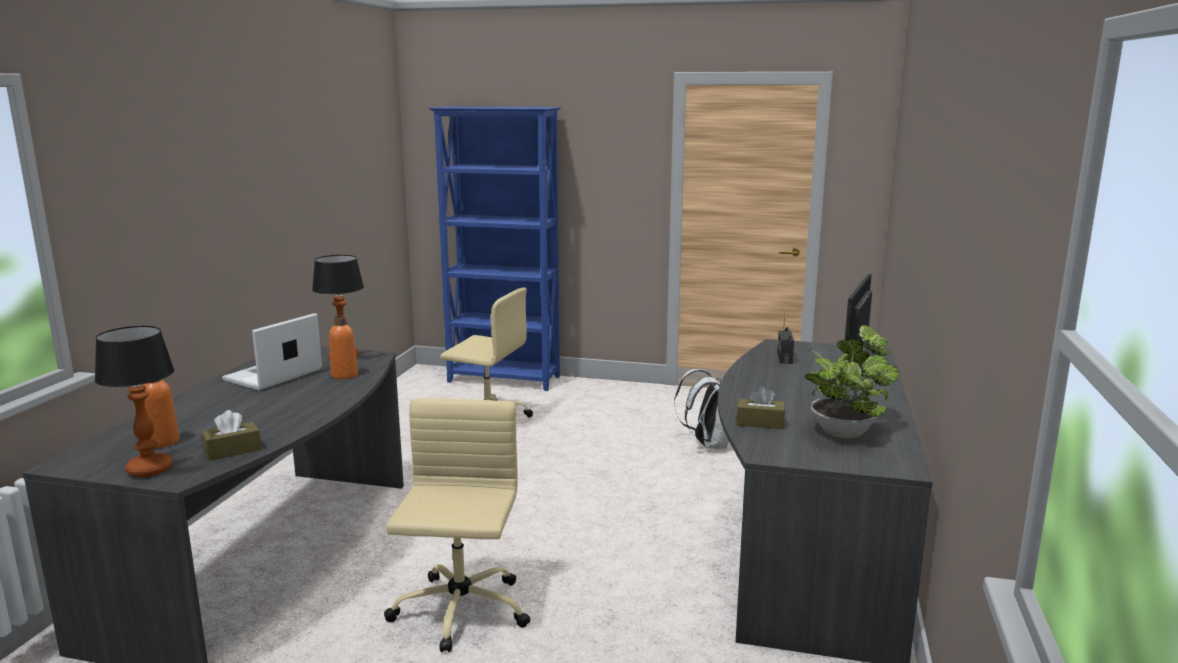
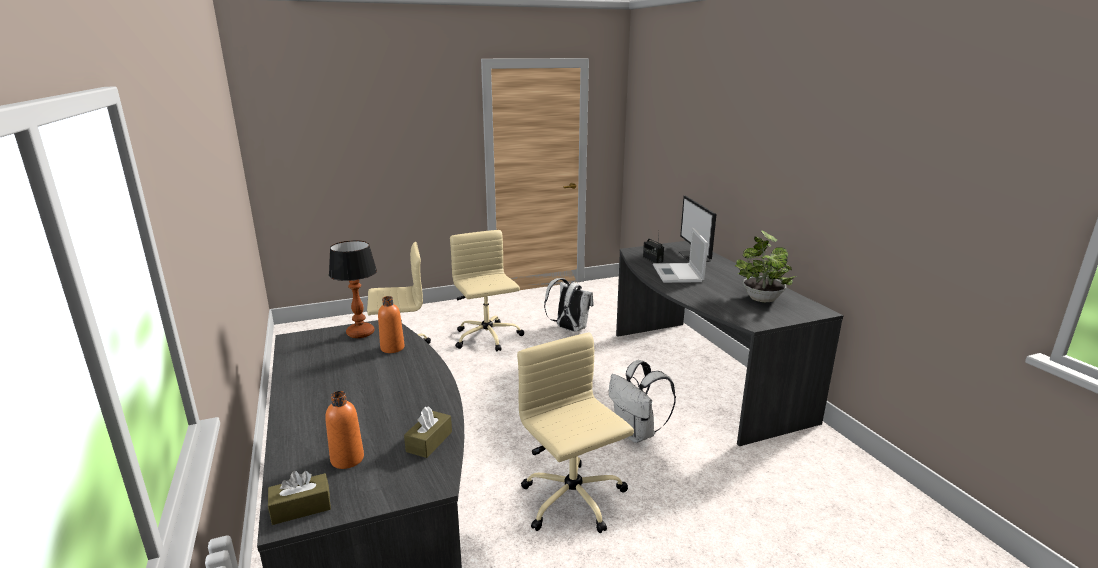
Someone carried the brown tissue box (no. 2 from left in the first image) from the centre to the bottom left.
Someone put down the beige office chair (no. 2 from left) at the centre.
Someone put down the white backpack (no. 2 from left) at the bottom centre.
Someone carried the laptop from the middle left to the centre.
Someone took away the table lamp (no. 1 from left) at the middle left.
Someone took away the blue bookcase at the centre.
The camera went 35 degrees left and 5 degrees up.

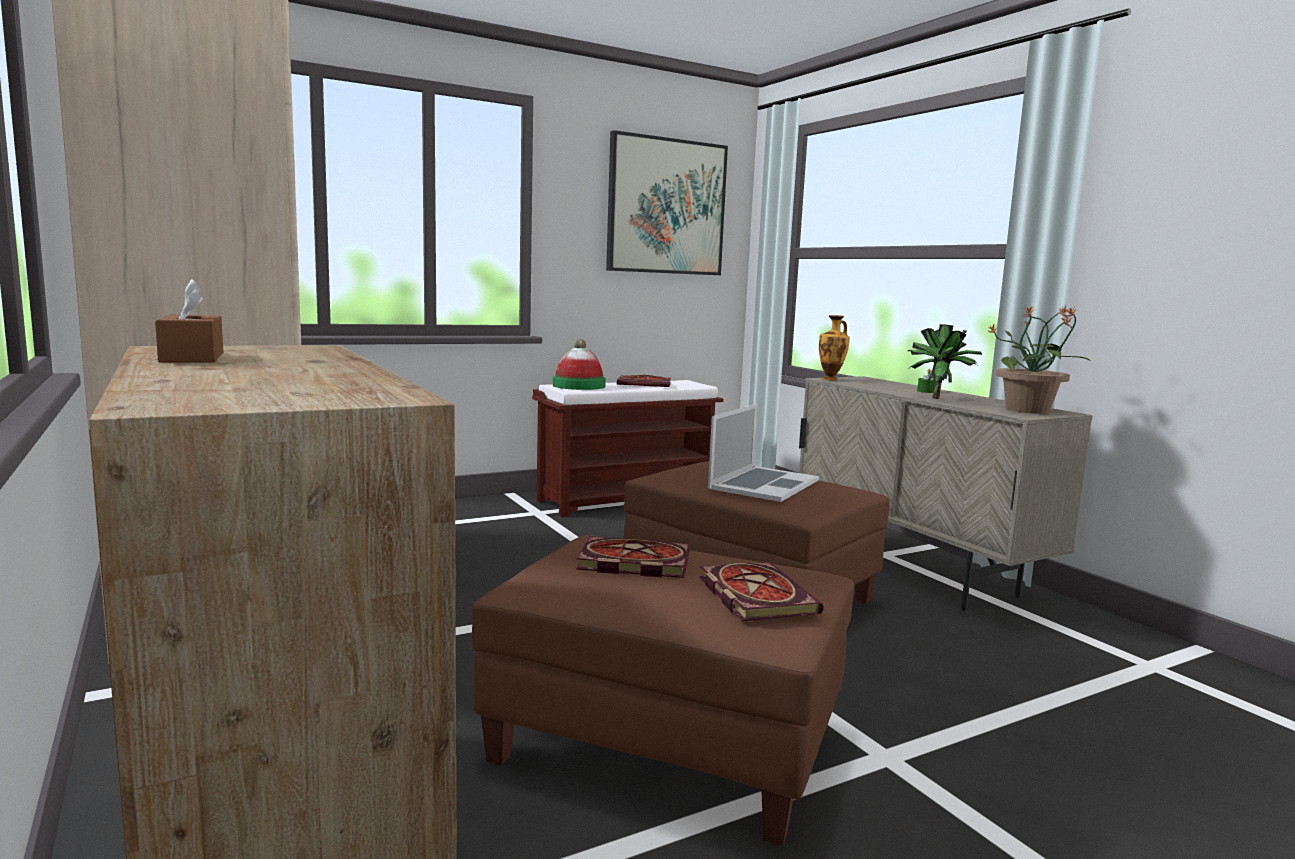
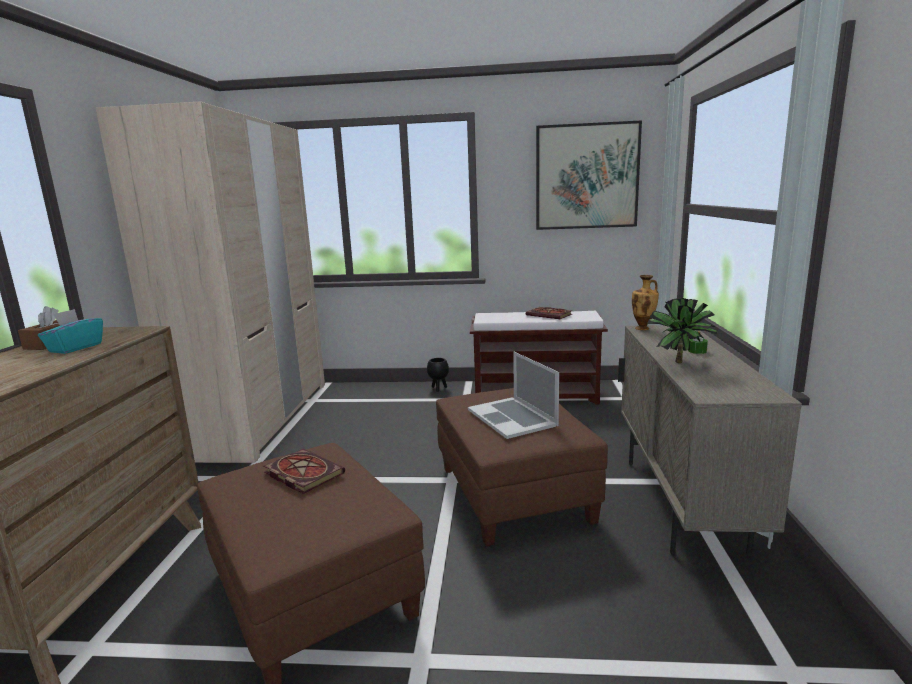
Someone put down the turquoise tissue box at the middle left.
Someone put down the black planter at the centre.
Someone rotated the laptop at the centre by 90 degrees clockwise.
Someone took away the hat at the centre.
Someone took away the book (no. 3 from left) at the bottom centre.
Someone took away the potted plant (no. 2 from left) at the middle right.
The camera went 35 degrees right and 5 degrees up.

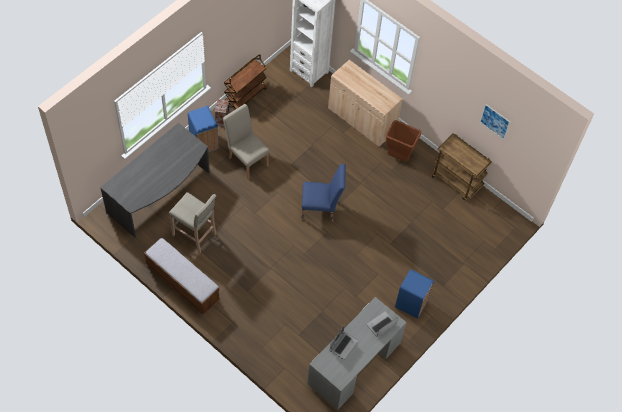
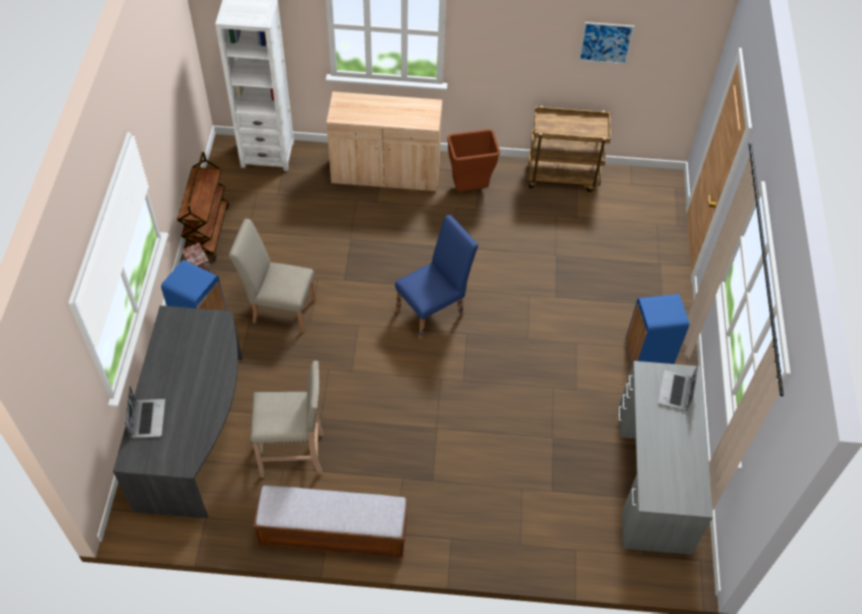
Someone carried the laptop (no. 1 from left) from the bottom centre to the bottom left.
The camera went 35 degrees left and 5 degrees down.

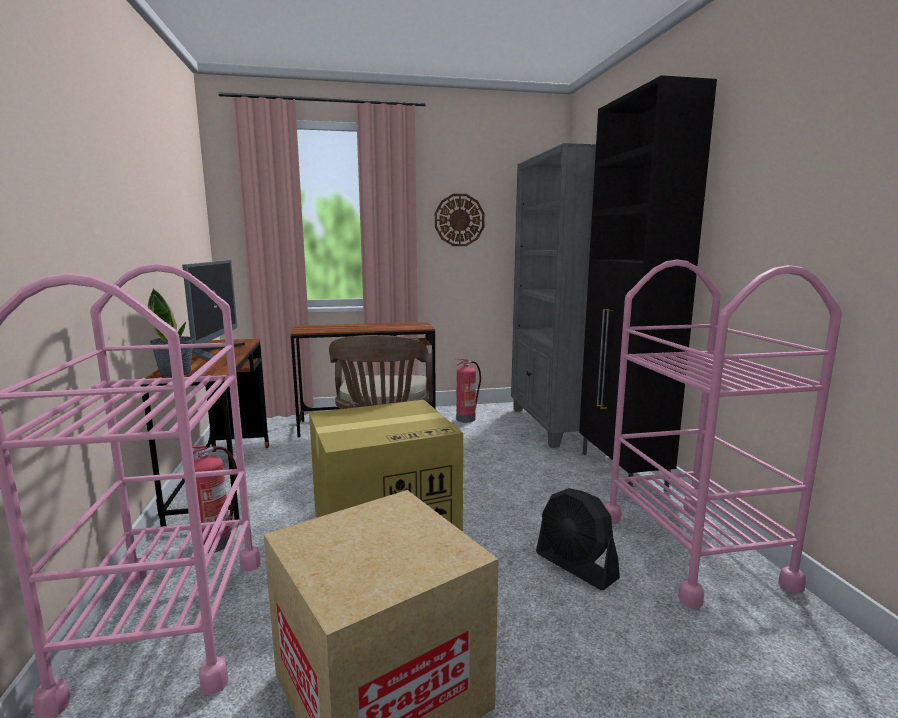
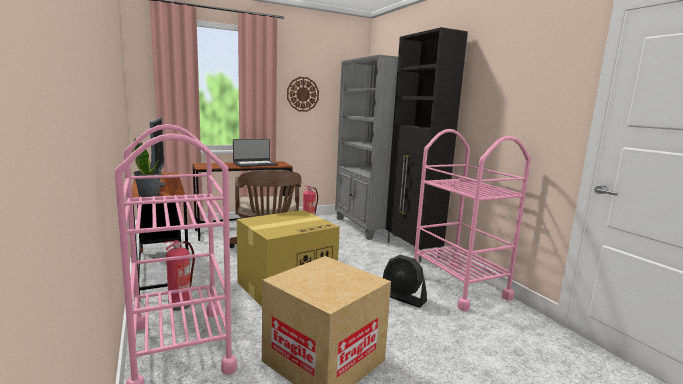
Someone put down the laptop at the centre.
The camera went 15 degrees left and 0 degrees up.

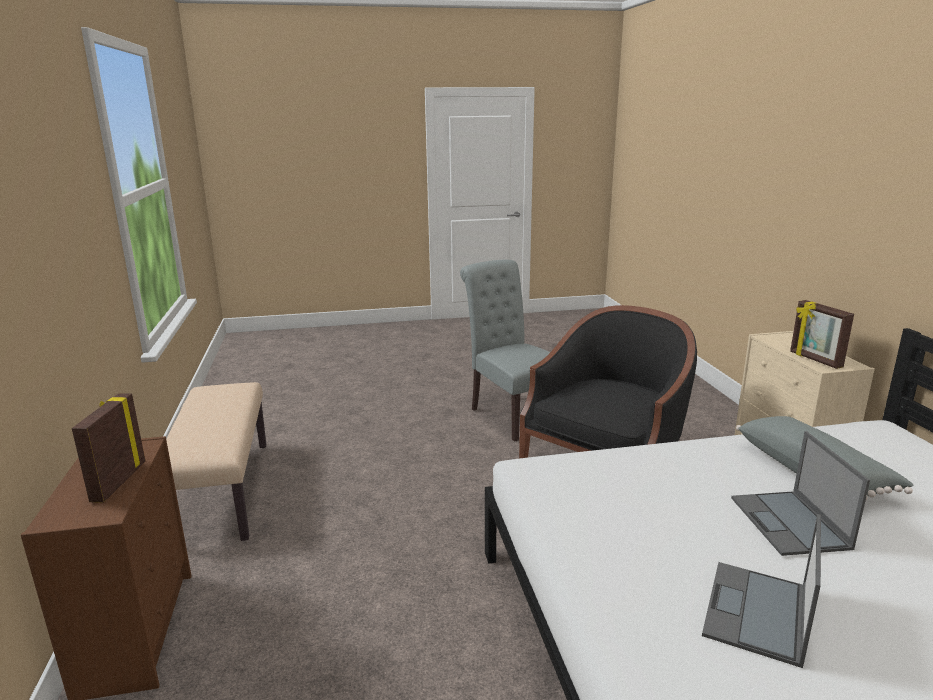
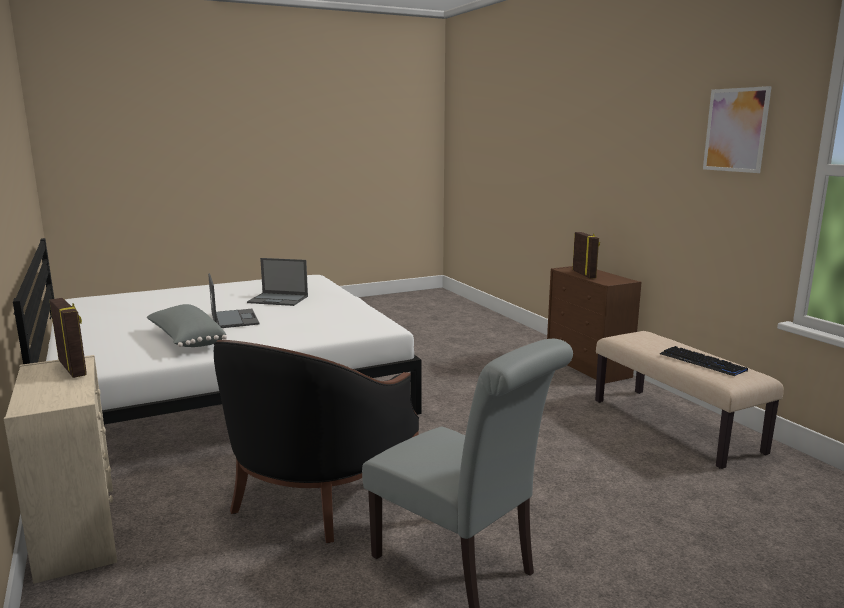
Someone rotated the laptop (no. 1 from left in the first image) at the bottom right by 90 degrees clockwise.
Someone put down the keyboard at the middle right.
Someone put up the picture at the top right.
The camera went 165 degrees right and 5 degrees down.

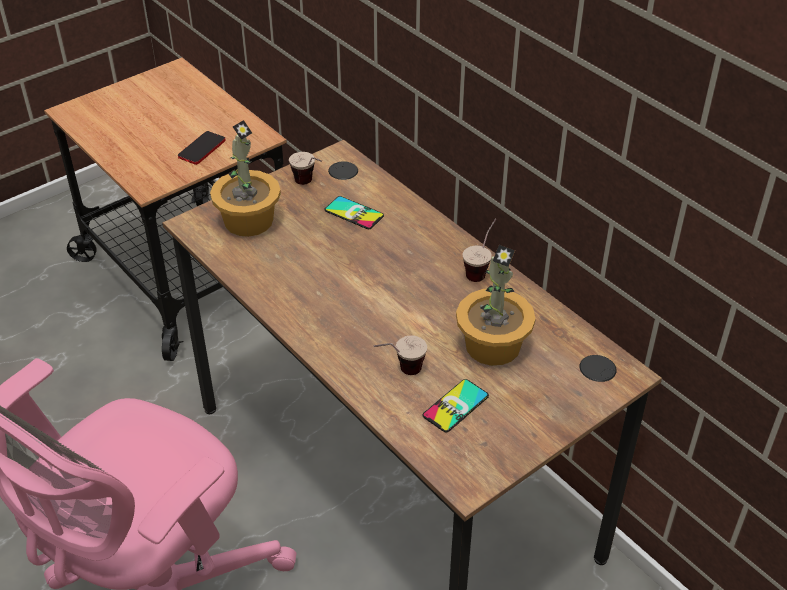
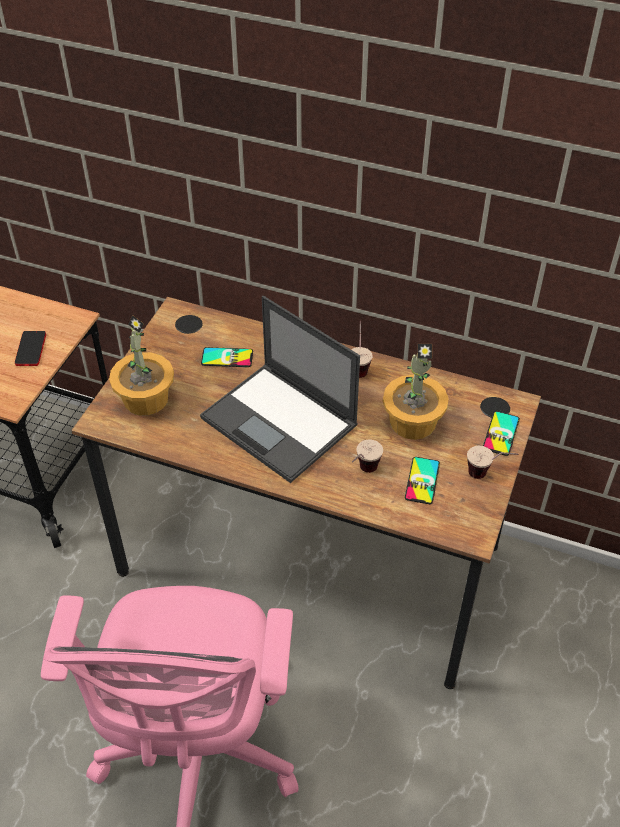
Someone put down the laptop at the centre.
Someone carried the cup (no. 1 from left in the first image) from the top centre to the middle right.
Someone put down the phone (no. 4 from left) at the middle right.
The camera went 30 degrees left and 5 degrees up.

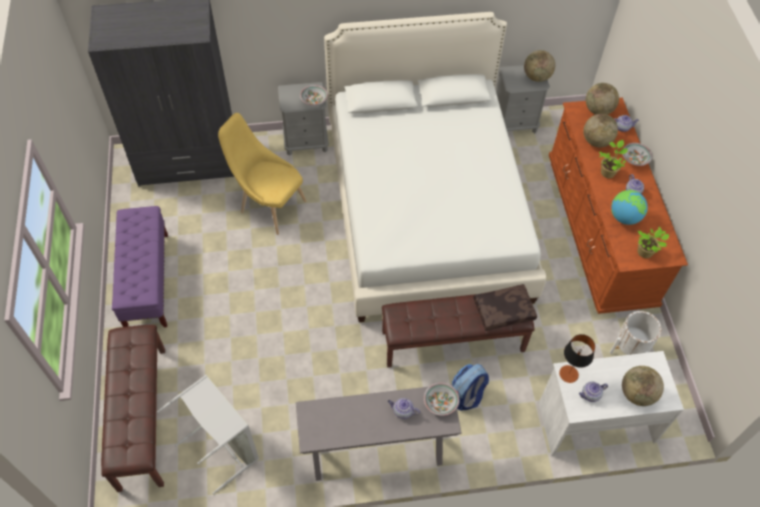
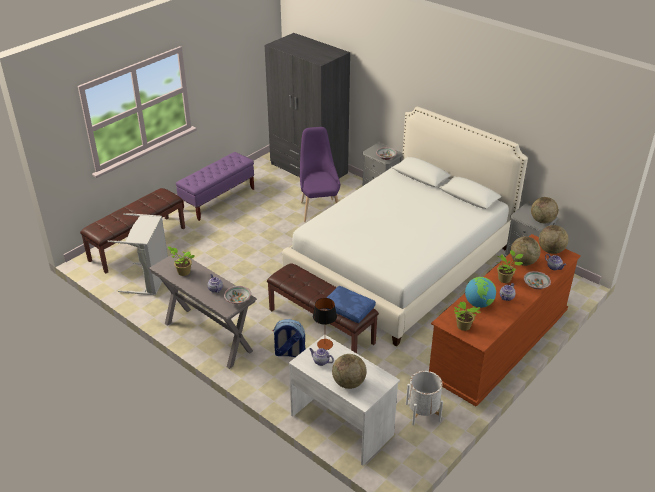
Someone put down the potted plant (no. 1 from left) at the middle left.
Someone repainted the yellow chair at the centre, which became the purple chair at the centre.
Someone repainted the brown pillow at the centre, which became the blue pillow at the centre.
The camera went 50 degrees right and 20 degrees down.

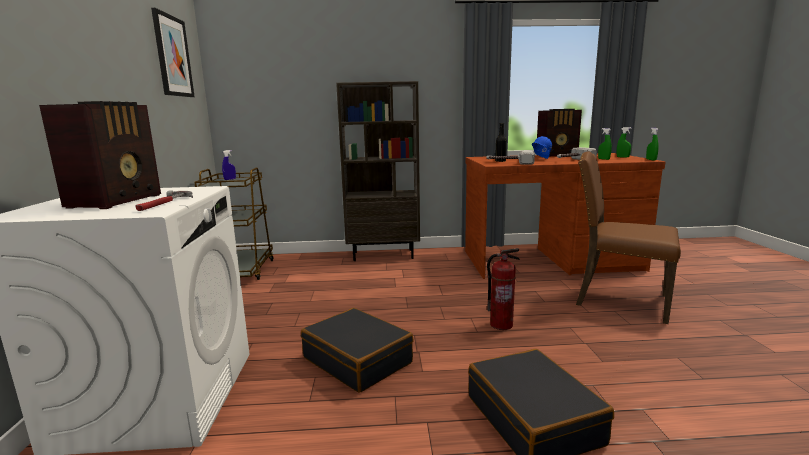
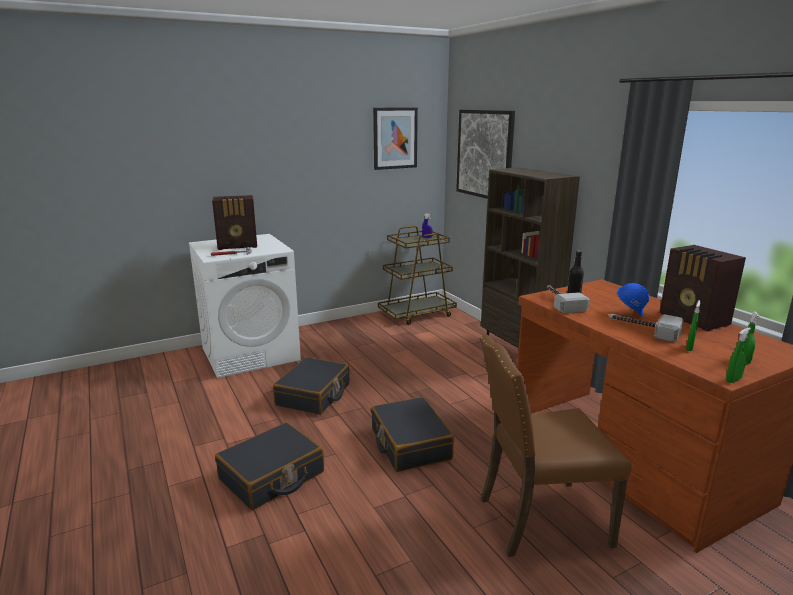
Someone swapped the fire extinguisher at the centre for the black suitcase (no. 3 from left) at the bottom centre.
Someone put up the picture (no. 2 from left) at the top centre.
Someone rotated the brown chair at the middle right by 105 degrees counterclockwise.
The camera went 65 degrees right and 5 degrees up.

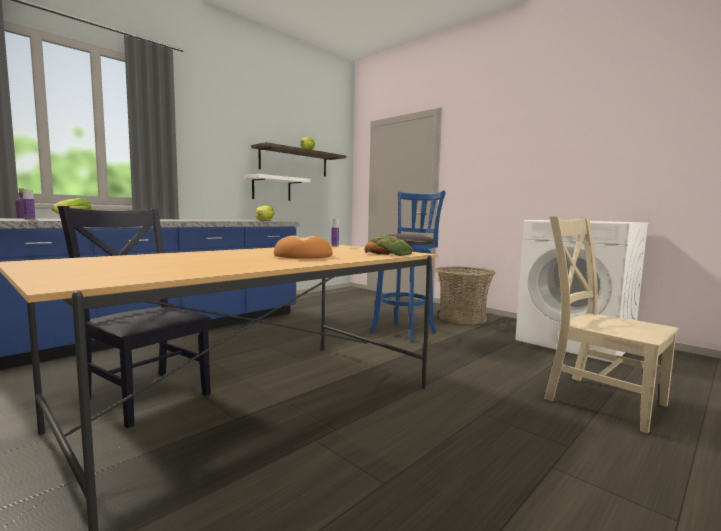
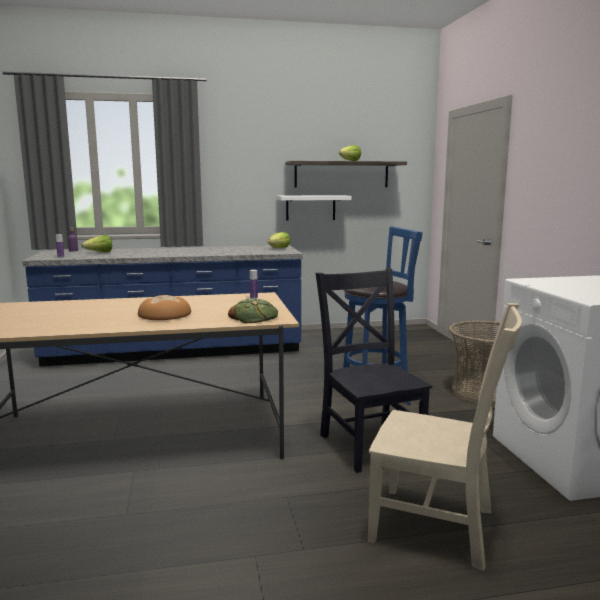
Someone carried the black chair from the middle left to the centre.
Someone rotated the beige chair at the middle right by 120 degrees clockwise.
The camera went 35 degrees right and 5 degrees up.

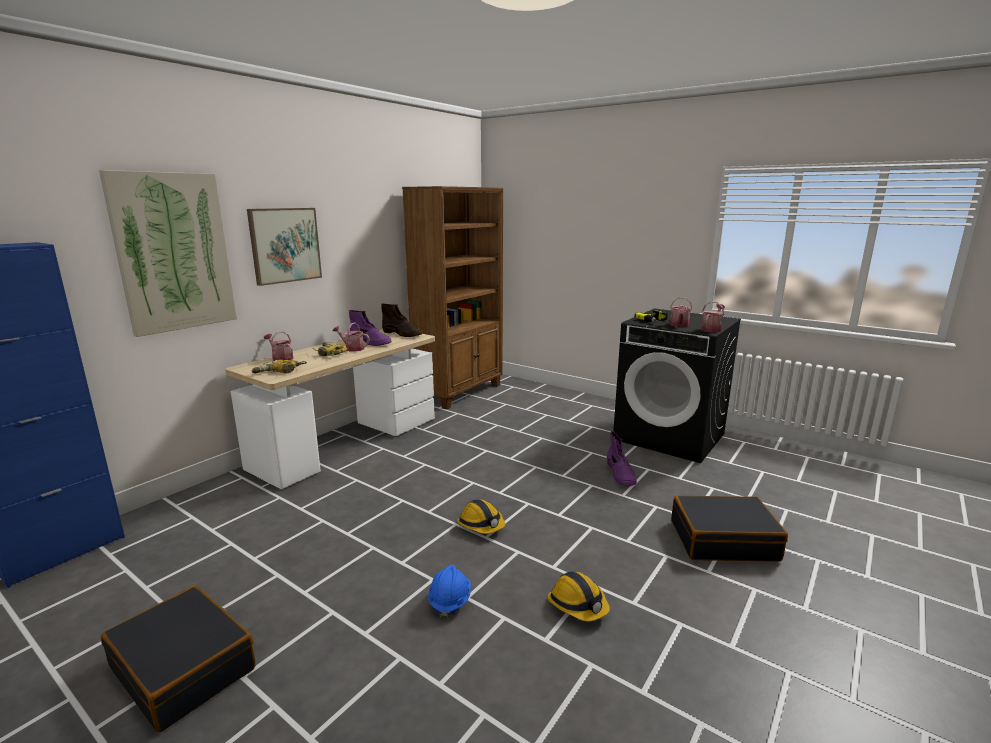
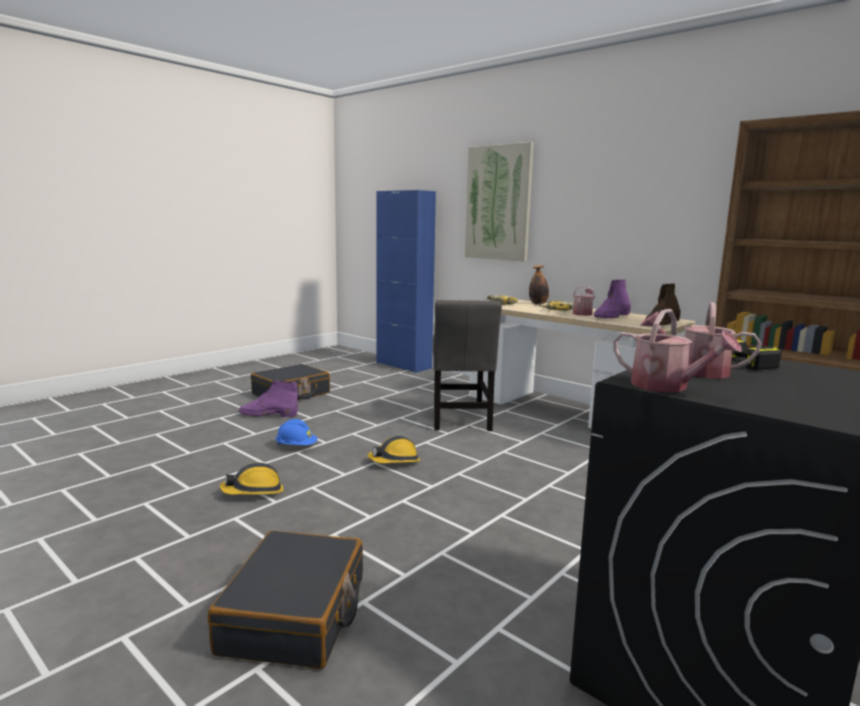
Someone carried the purple boot (no. 2 from left in the first image) from the centre to the middle left.
Someone put down the grey chair at the centre.
Someone swapped the watering can (no. 1 from left) at the middle left for the bottle at the centre.
Someone took away the picture (no. 2 from left) at the top left.
The camera went 95 degrees right and 5 degrees down.

